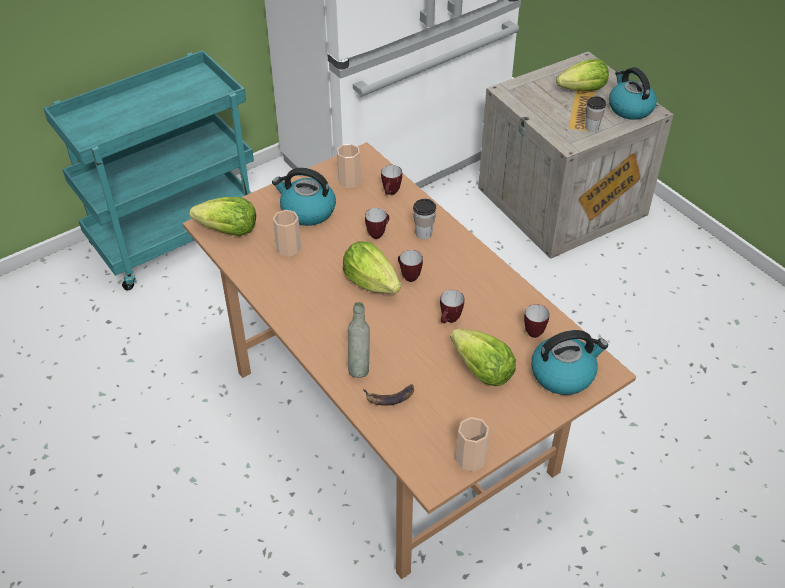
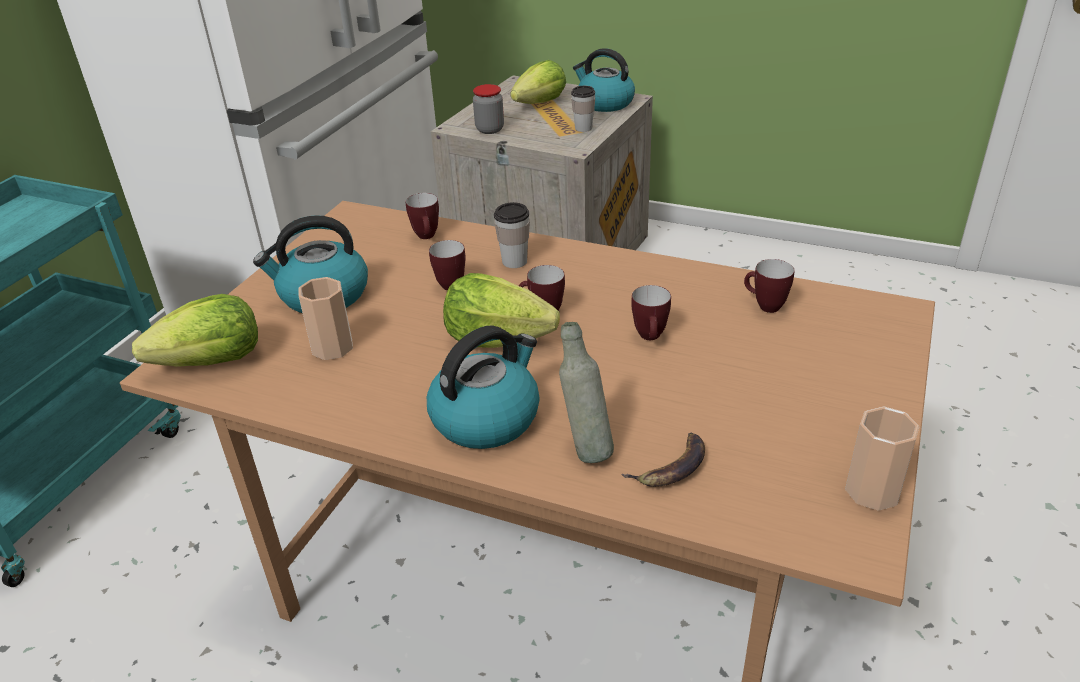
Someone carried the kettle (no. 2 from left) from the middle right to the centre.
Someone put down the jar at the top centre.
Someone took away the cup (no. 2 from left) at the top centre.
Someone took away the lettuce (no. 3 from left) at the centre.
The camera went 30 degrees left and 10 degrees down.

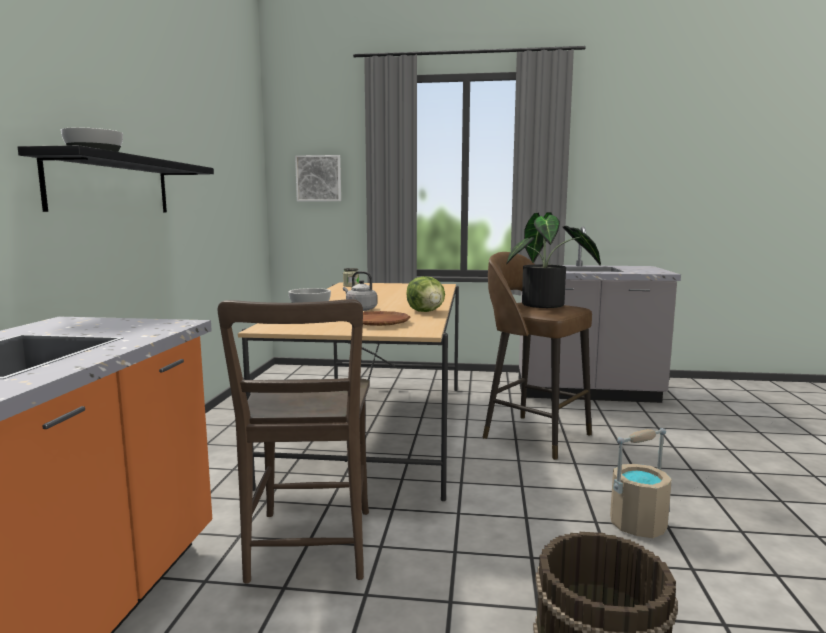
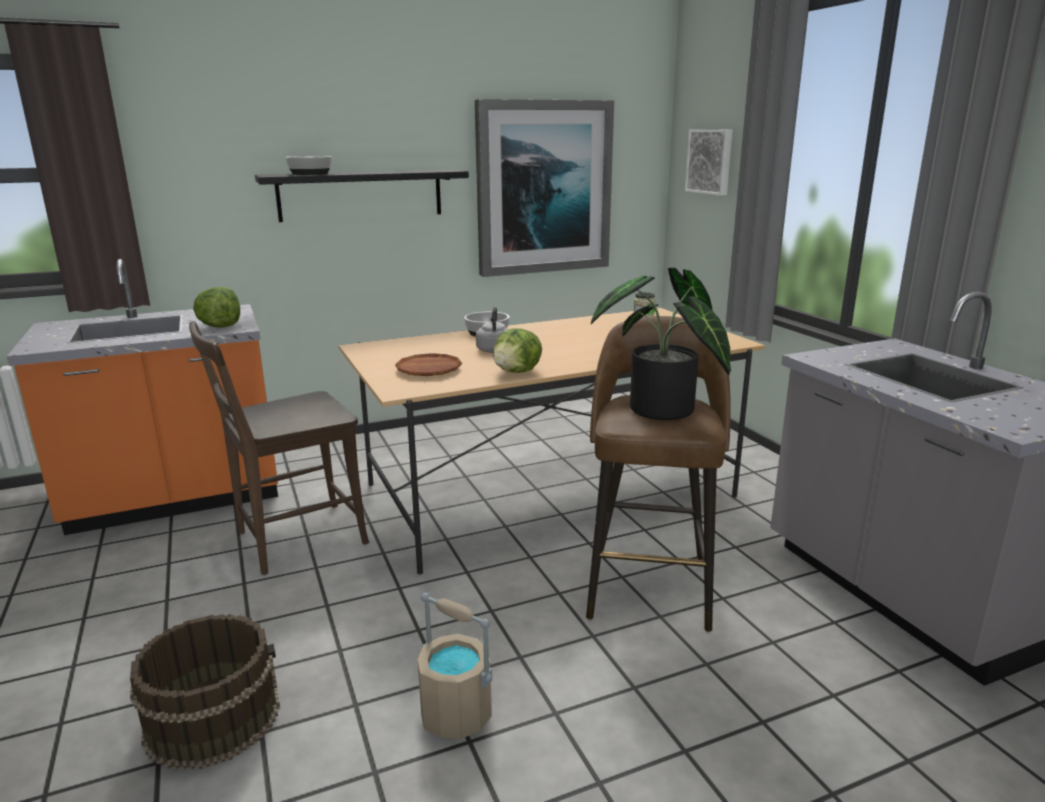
Someone put down the lettuce (no. 1 from left) at the middle left.
Someone put up the picture (no. 1 from left) at the top centre.
The camera went 60 degrees right and 10 degrees up.

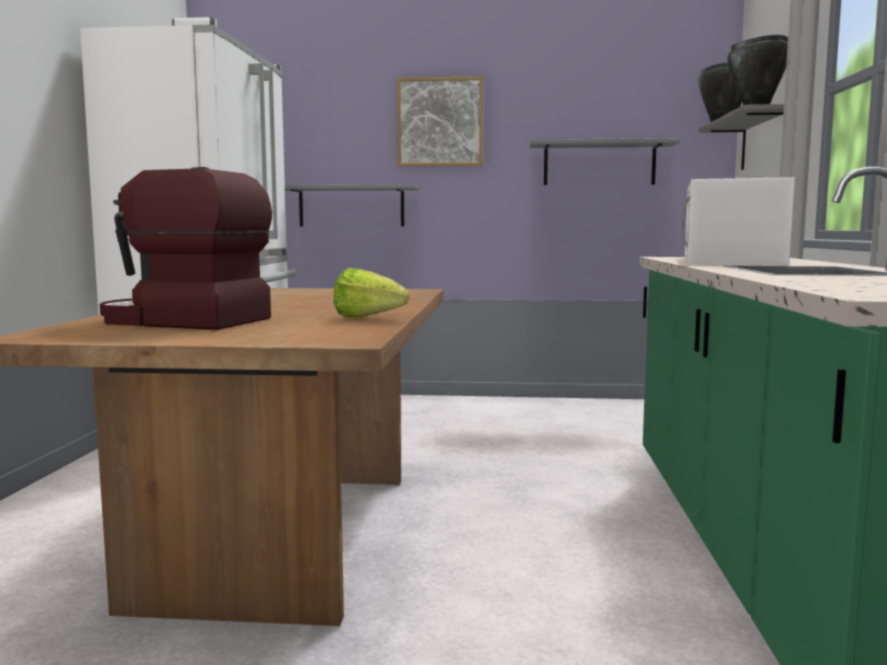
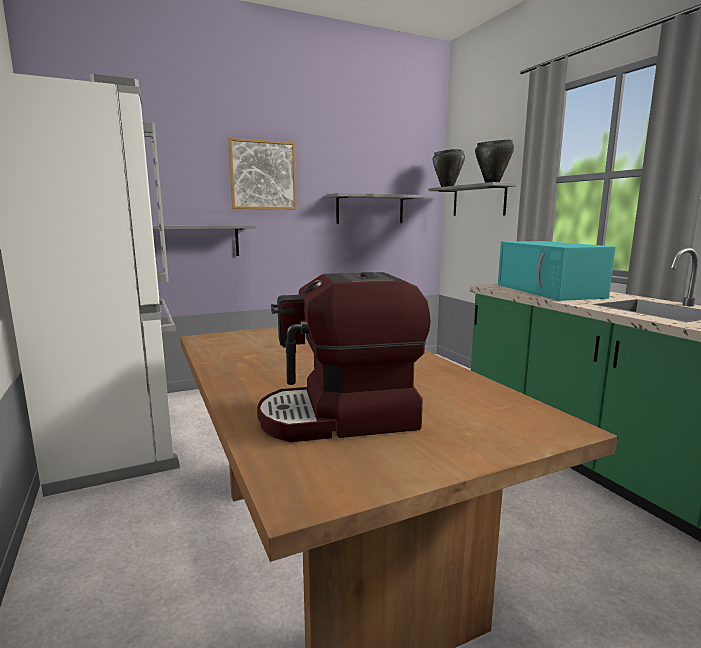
Someone repainted the white microwave at the top right, which became the turquoise microwave at the middle right.
Someone took away the lettuce at the centre.
The camera went 30 degrees left and 5 degrees up.

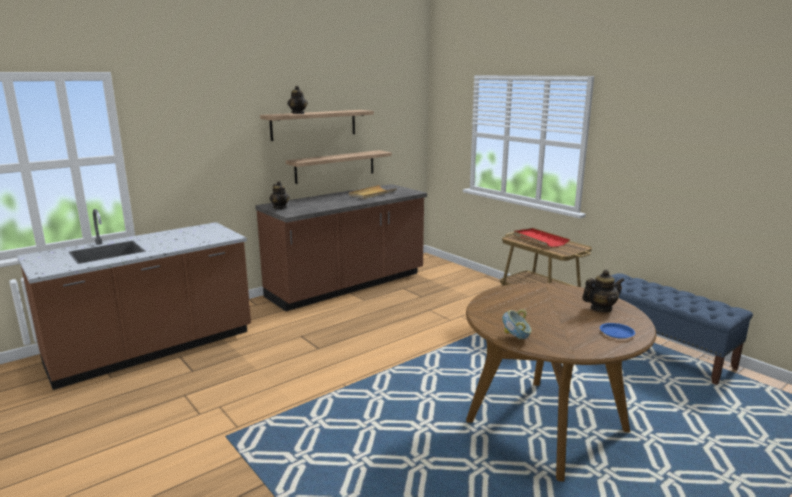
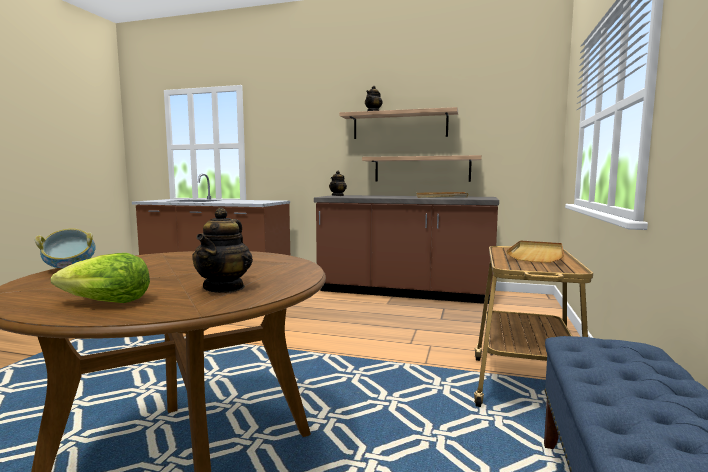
Someone swapped the blue plate at the middle right for the lettuce at the middle left.
Someone rotated the teapot (no. 3 from left in the first image) at the middle right by 60 degrees clockwise.
Someone repainted the red tray at the middle right, which became the beige tray (no. 2 from left) at the middle right.
The camera went 55 degrees right and 10 degrees down.

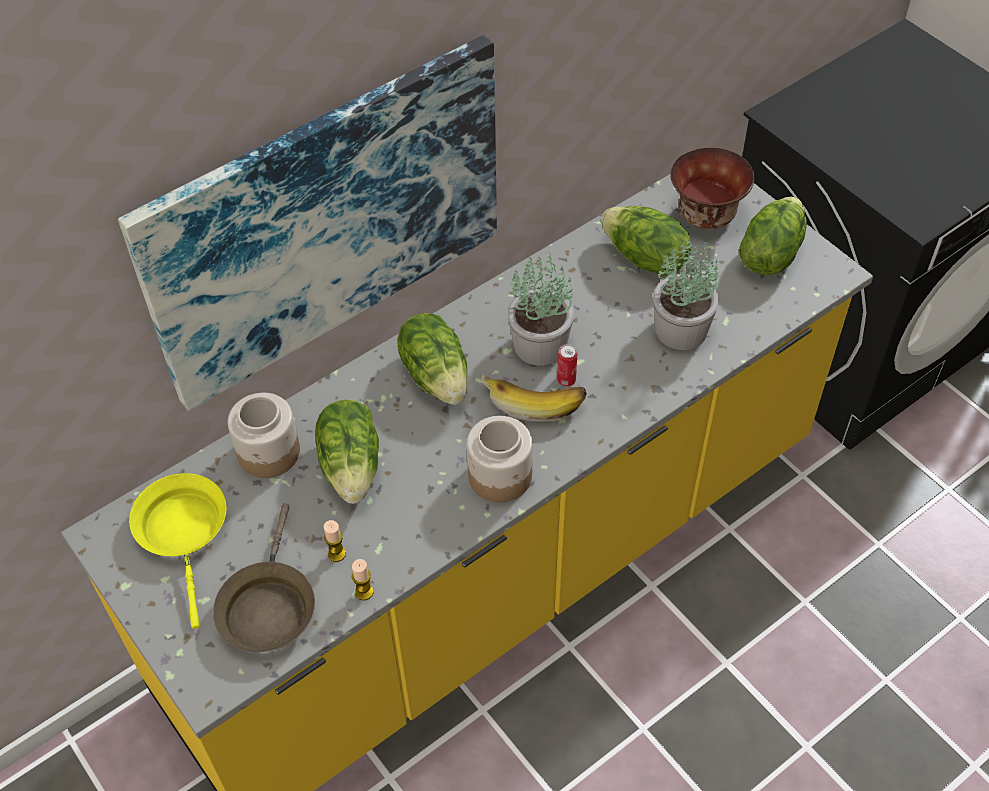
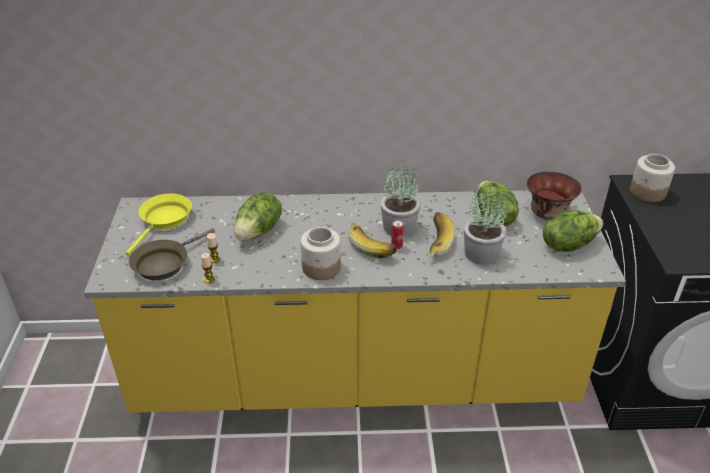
Someone put down the banana (no. 2 from left) at the centre.
Someone carried the jar (no. 1 from left in the first image) from the middle left to the middle right.
Someone took away the picture at the top left.
Someone took away the lettuce (no. 2 from left) at the centre.
The camera went 35 degrees right and 15 degrees down.

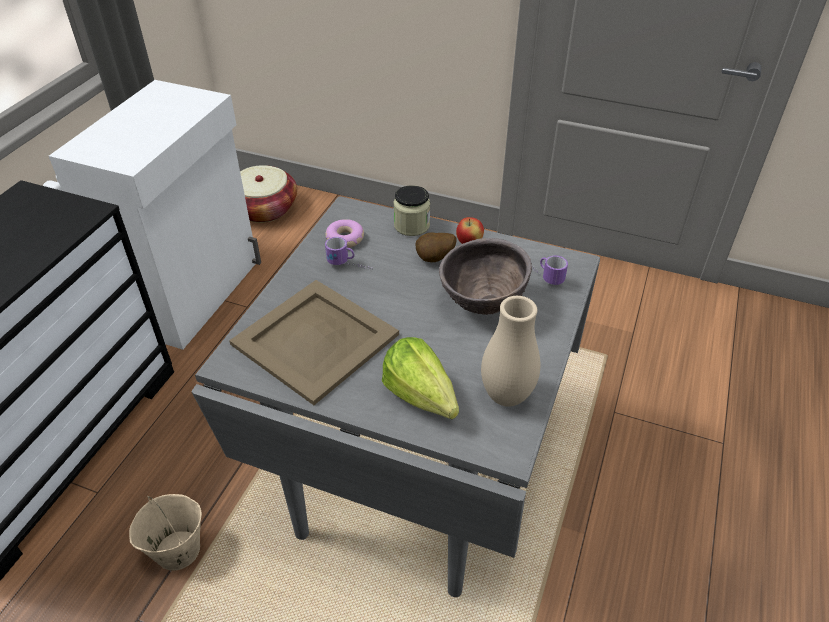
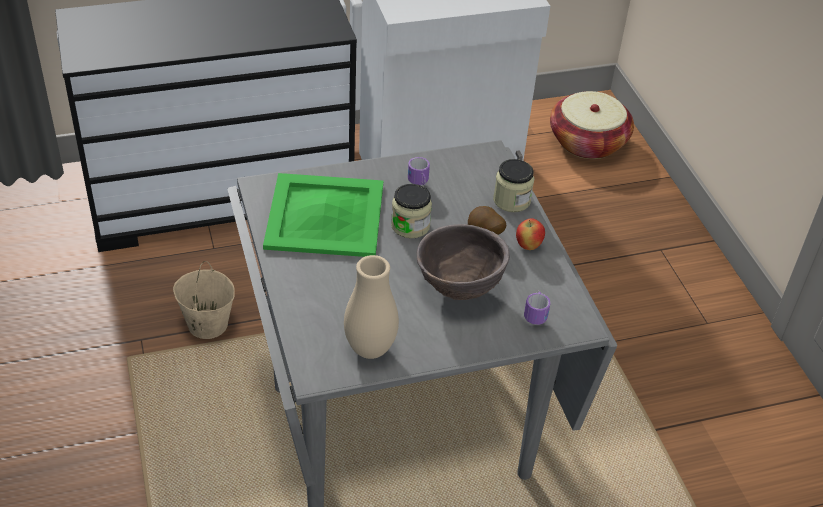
Someone repainted the beige tray at the centre, which became the green tray at the centre.
Someone put down the jar (no. 1 from left) at the centre.
Someone took away the donut at the centre.
Someone took away the lettuce at the centre.
The camera went 50 degrees right and 0 degrees up.

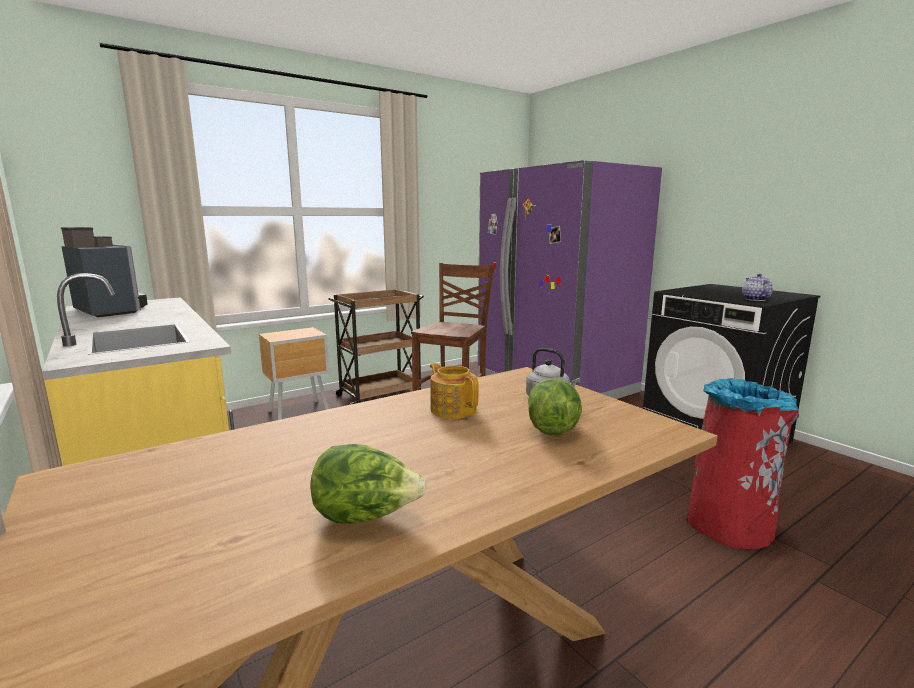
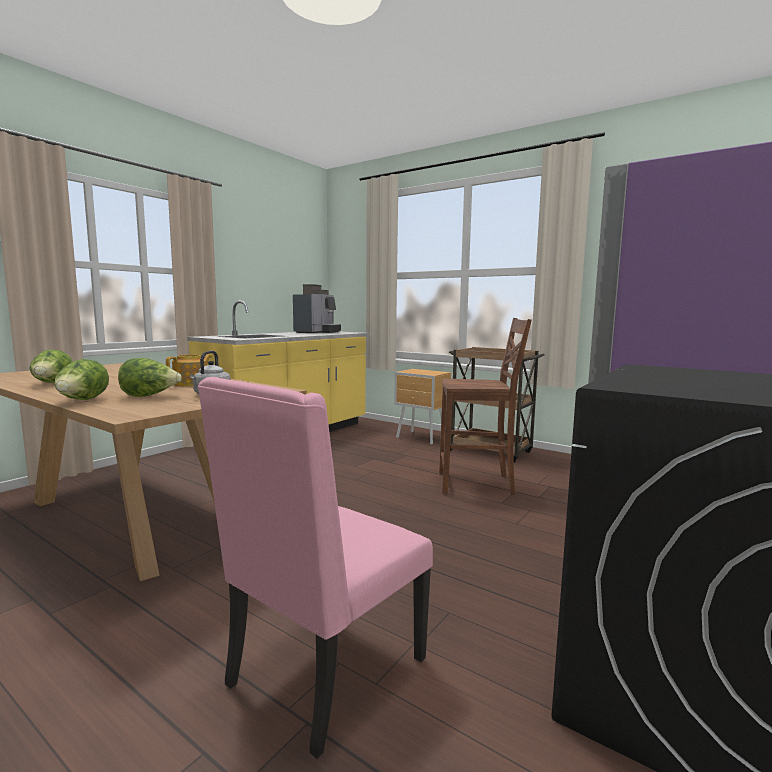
Someone put down the lettuce (no. 2 from left) at the middle left.
Someone swapped the red trash can at the bottom right for the pink chair at the bottom centre.
Someone took away the teapot (no. 2 from left) at the middle right.
The camera went 70 degrees right and 5 degrees down.

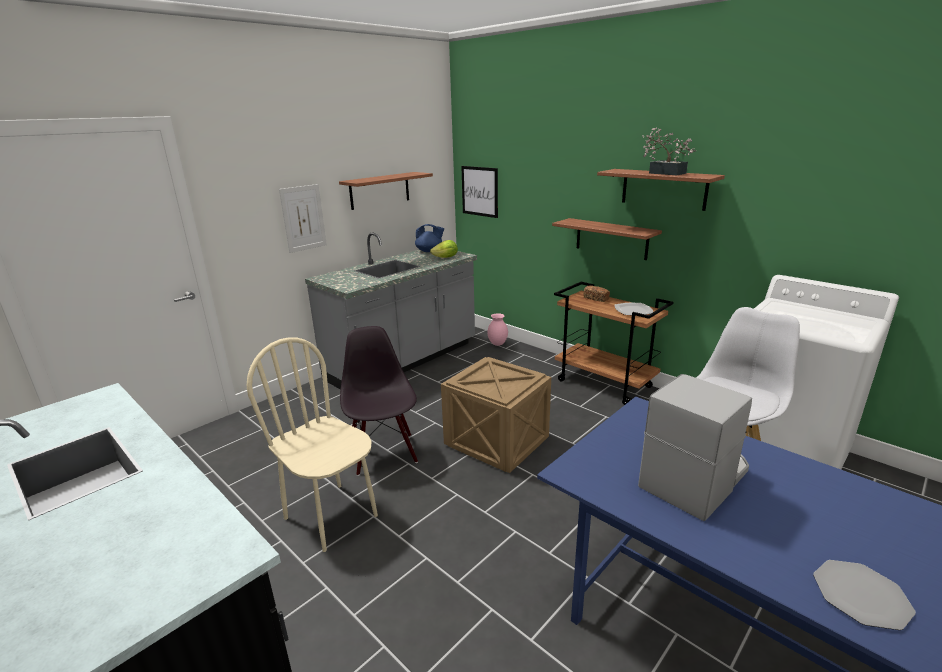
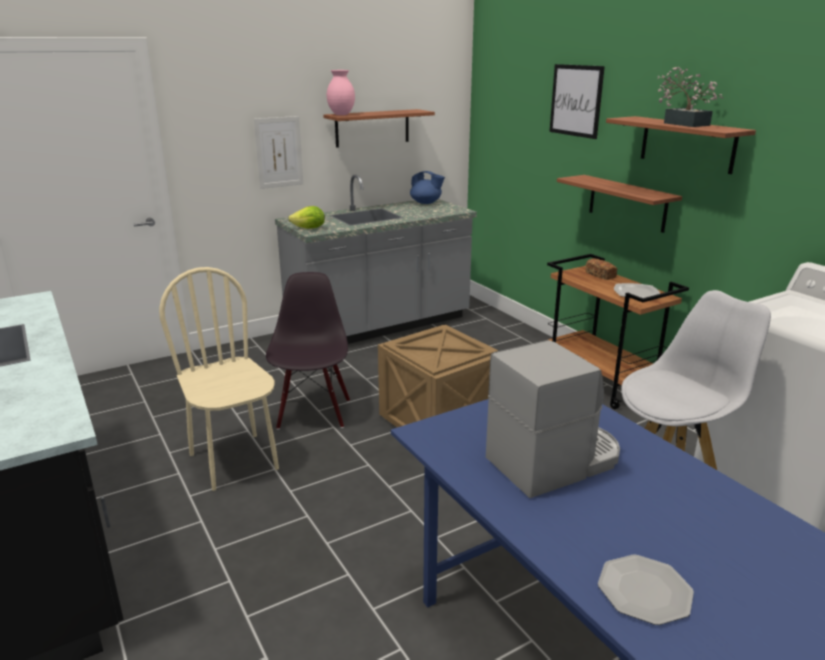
Someone carried the lettuce from the centre to the top centre.
Someone carried the pink vase from the centre to the top centre.
Someone carried the picture (no. 2 from left) from the top centre to the top right.
The camera went 15 degrees right and 0 degrees up.

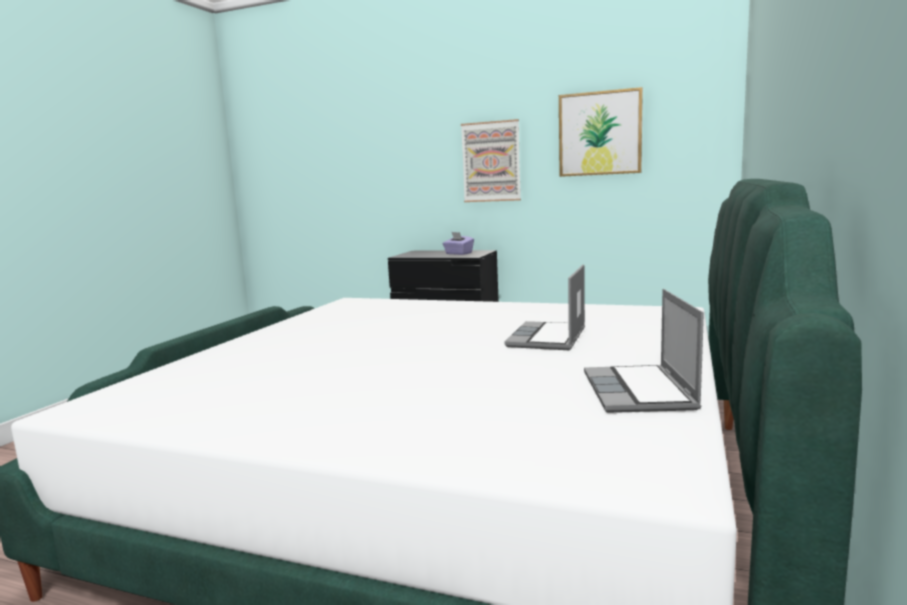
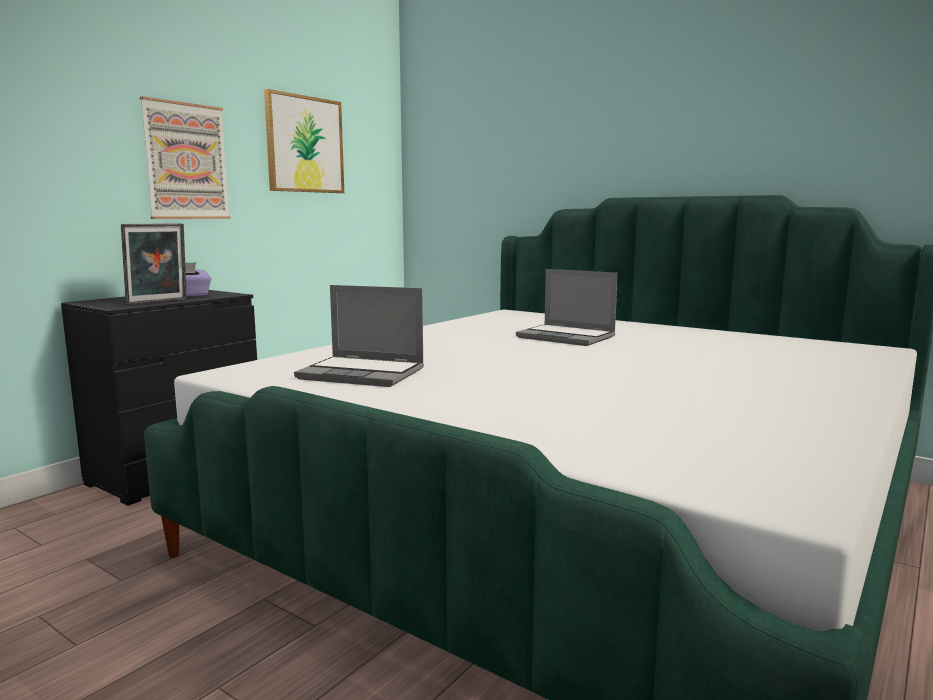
Someone put down the picture frame at the middle left.
Someone carried the laptop (no. 2 from left in the first image) from the middle right to the centre.
The camera went 75 degrees left and 0 degrees up.

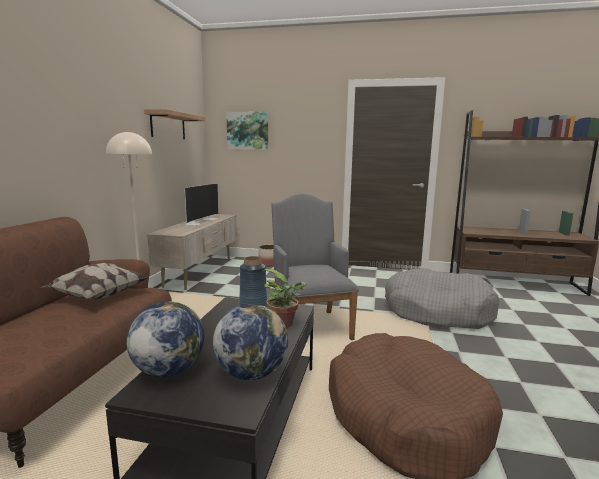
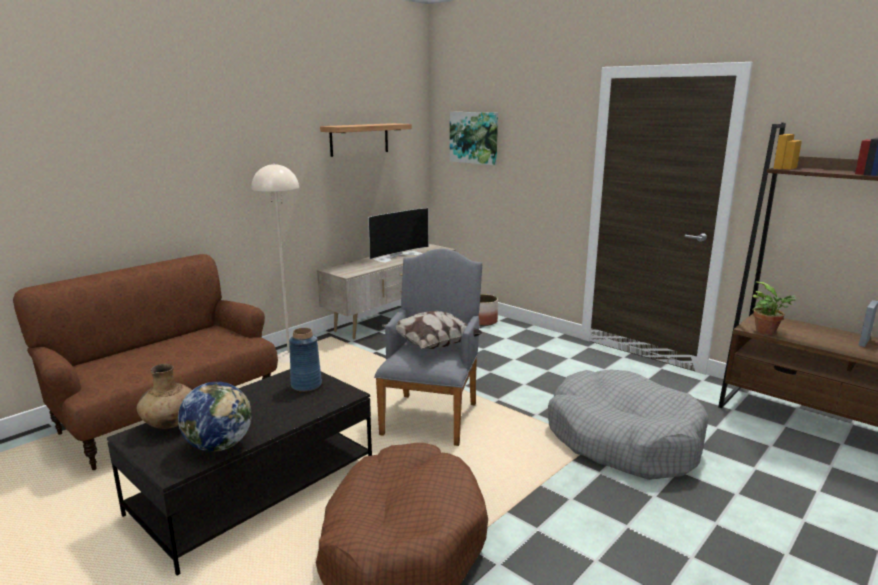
Someone swapped the globe (no. 1 from left) at the bottom left for the brown vase at the bottom left.
Someone carried the pillow from the middle left to the centre.
Someone carried the potted plant from the centre to the middle right.
The camera went 30 degrees right and 5 degrees up.

